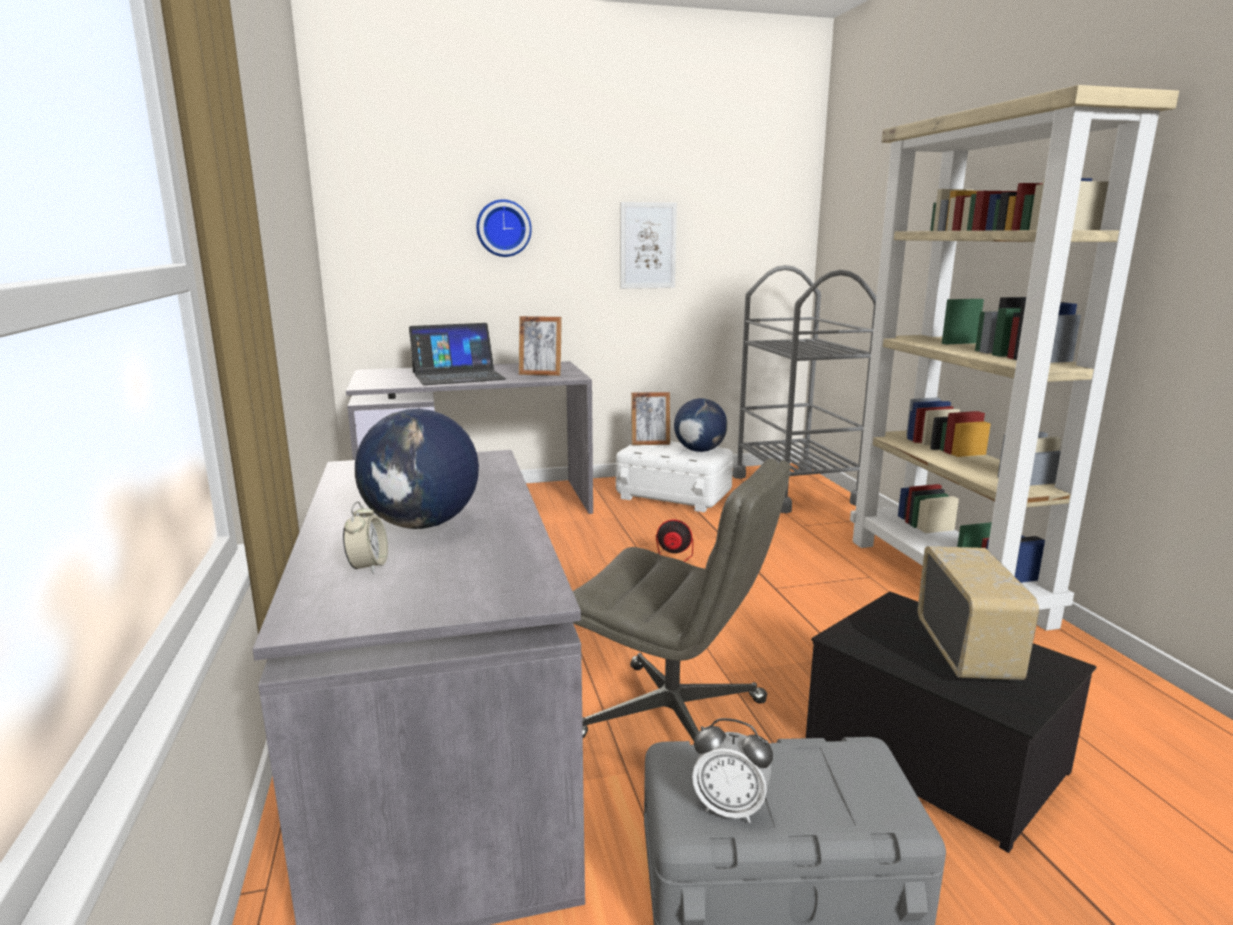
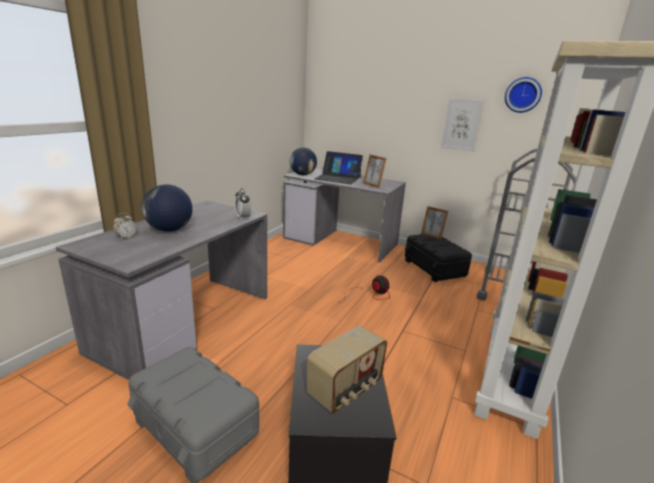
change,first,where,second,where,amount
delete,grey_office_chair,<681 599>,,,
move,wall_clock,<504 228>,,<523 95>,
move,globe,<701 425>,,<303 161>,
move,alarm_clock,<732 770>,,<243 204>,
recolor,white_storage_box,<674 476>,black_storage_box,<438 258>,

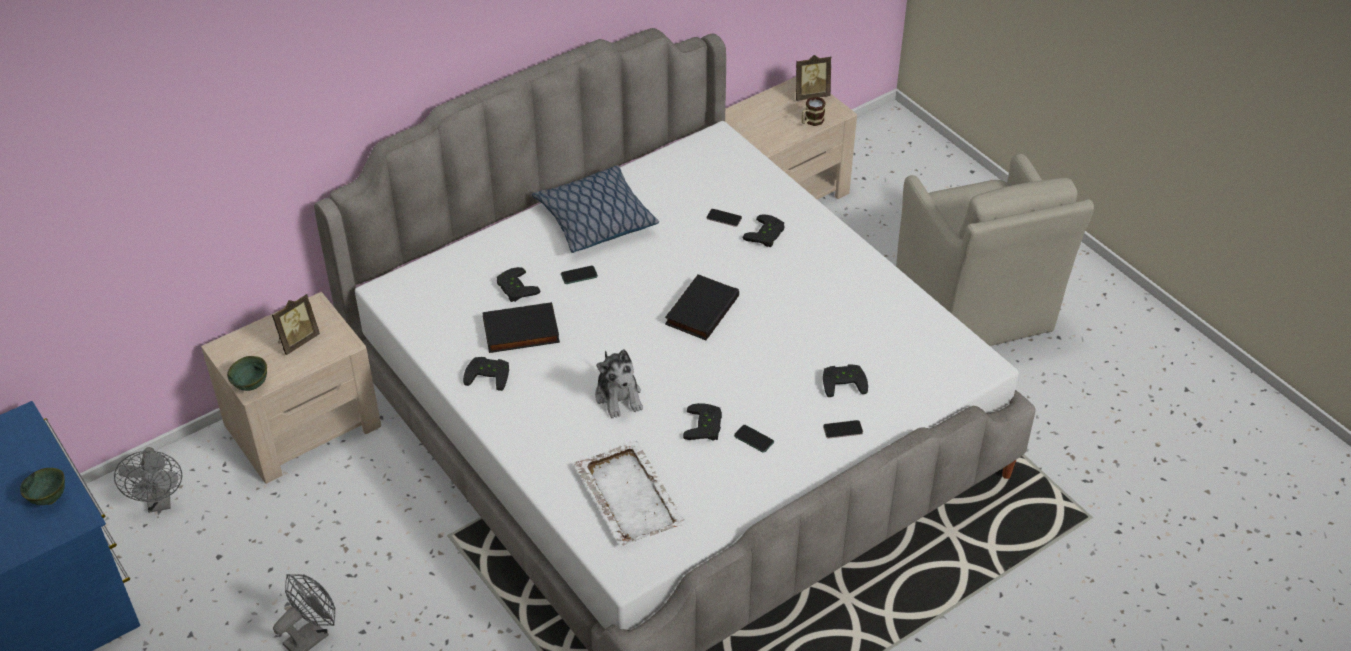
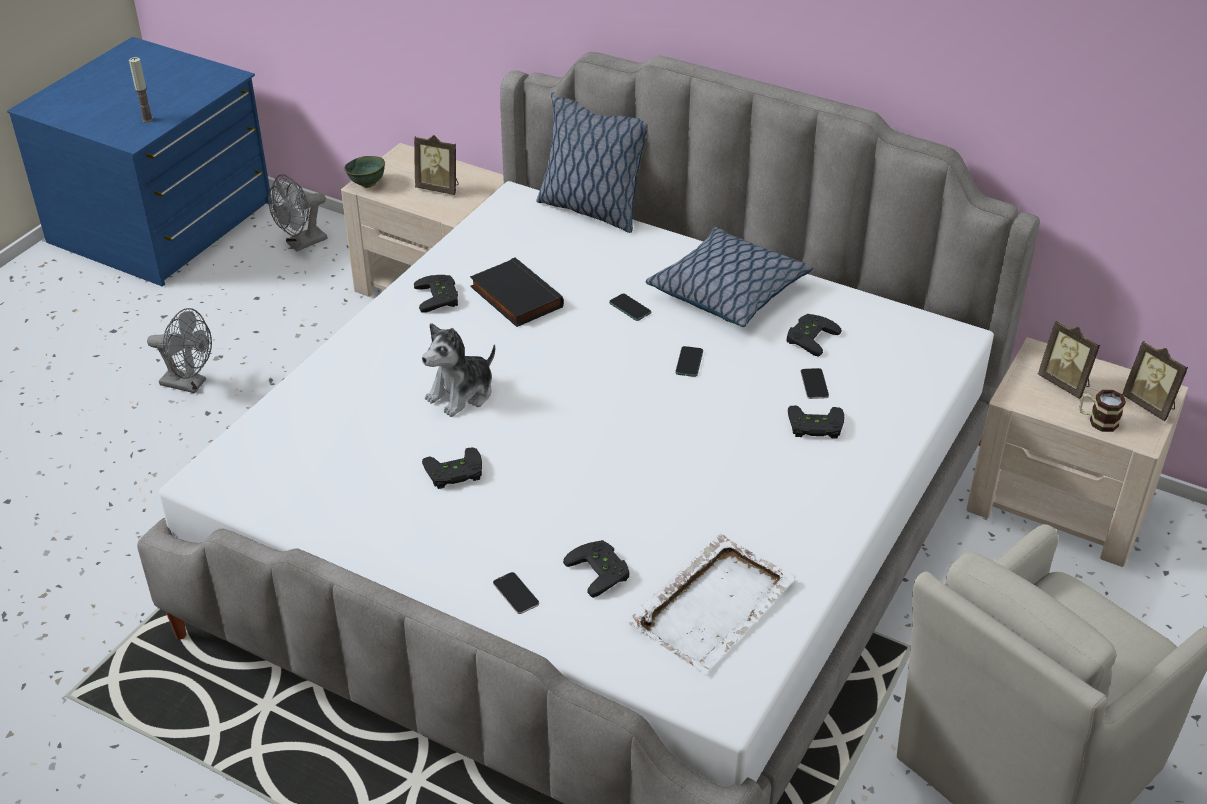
change,first,where,second,where,amount
delete,black_book,<702 307>,,,
insert,,,pillow,<592 162>,
insert,,,picture_frame,<1069 360>,
move,black_game_controller,<518 284>,,<814 335>,
move,white_tray,<630 493>,,<711 604>,
move,phone,<754 439>,,<689 361>,
replace,green_bowl,<42 486>,candle,<141 89>,

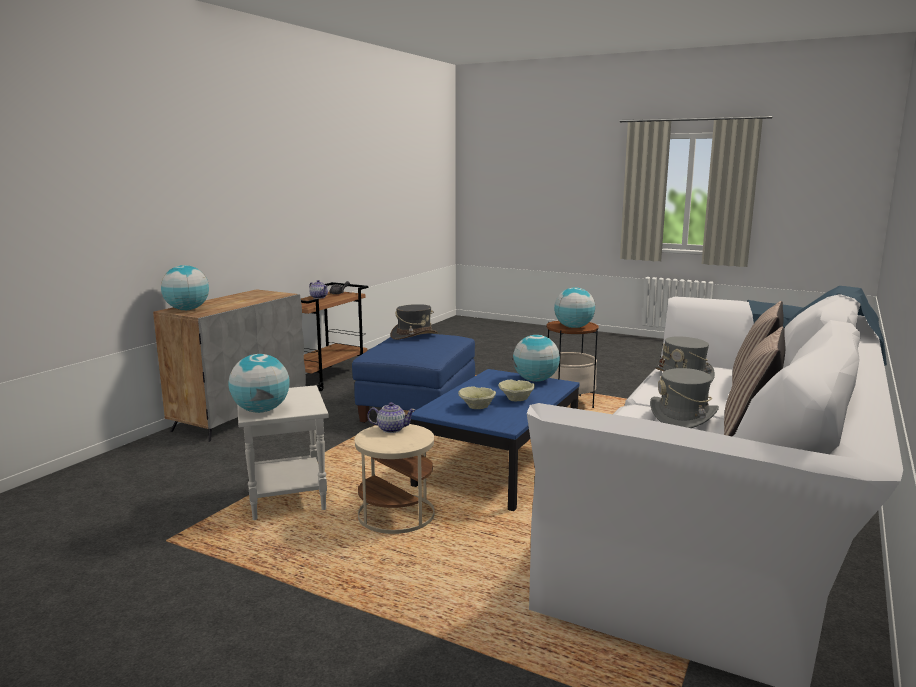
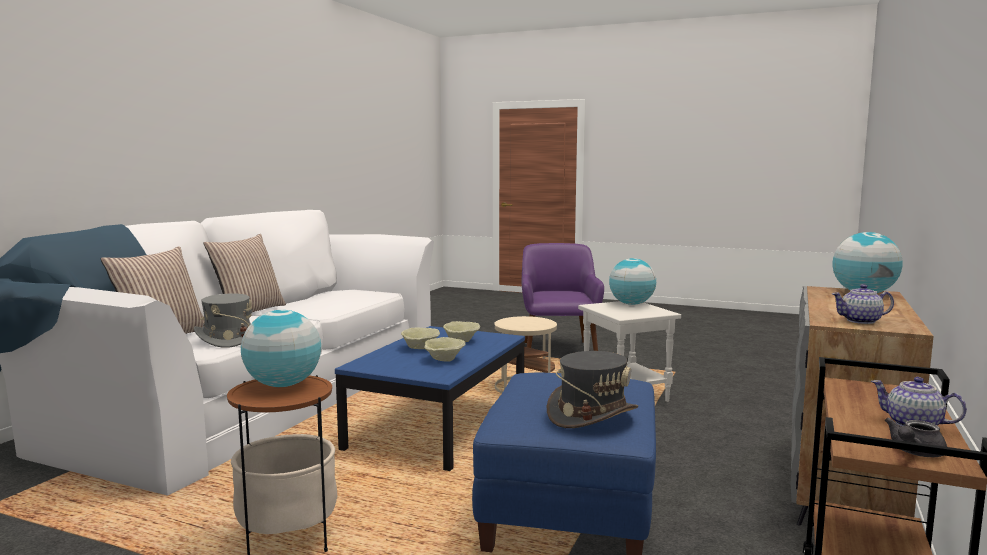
change,first,where,second,where,amount
delete,globe,<536 358>,,,
delete,grey_hat,<684 398>,,,
insert,,,beige_bowl,<445 349>,
insert,,,purple_armchair,<562 297>,
move,teapot,<391 417>,,<863 304>,

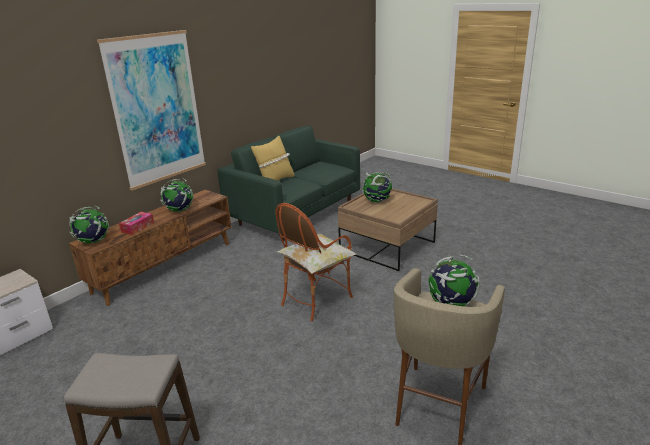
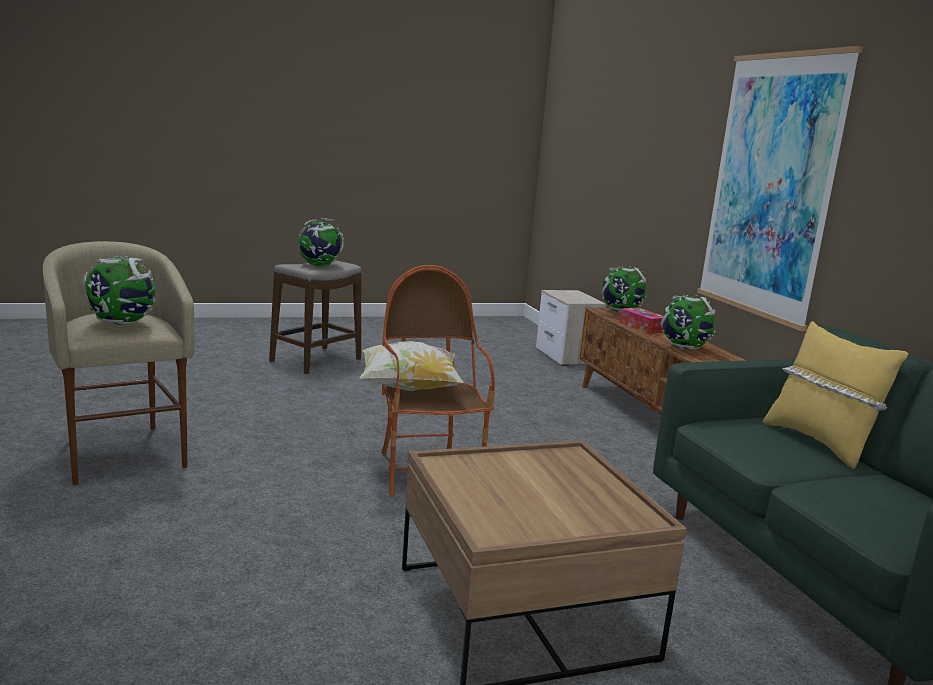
change,first,where,second,where,amount
move,globe,<377 187>,,<321 242>,

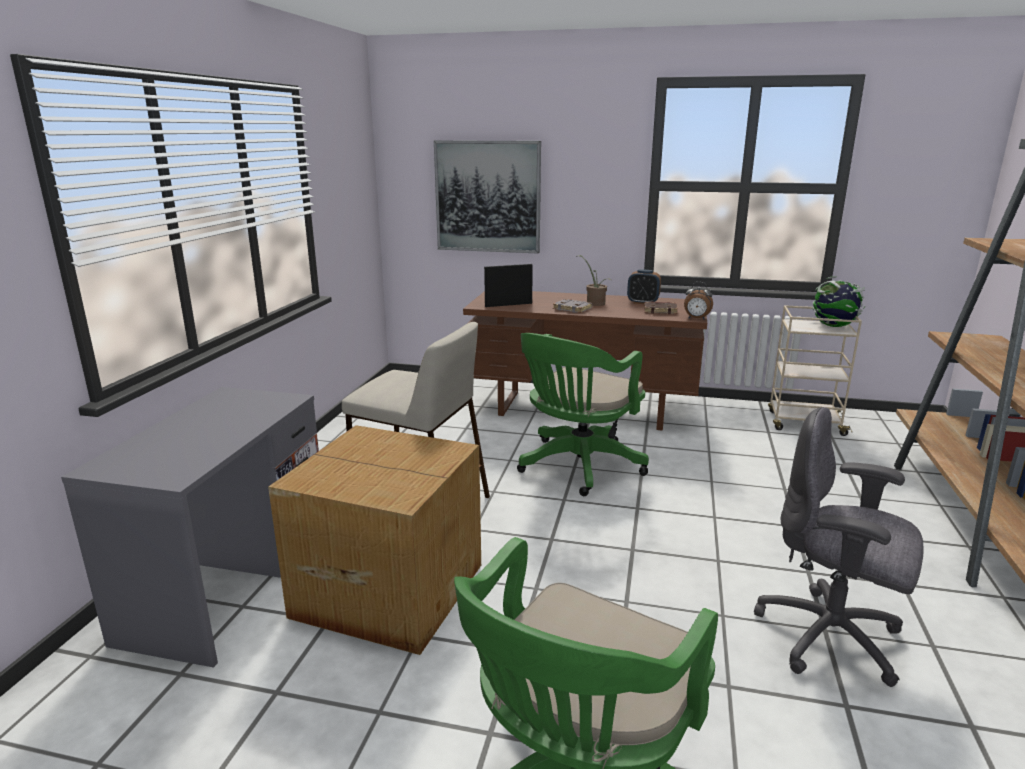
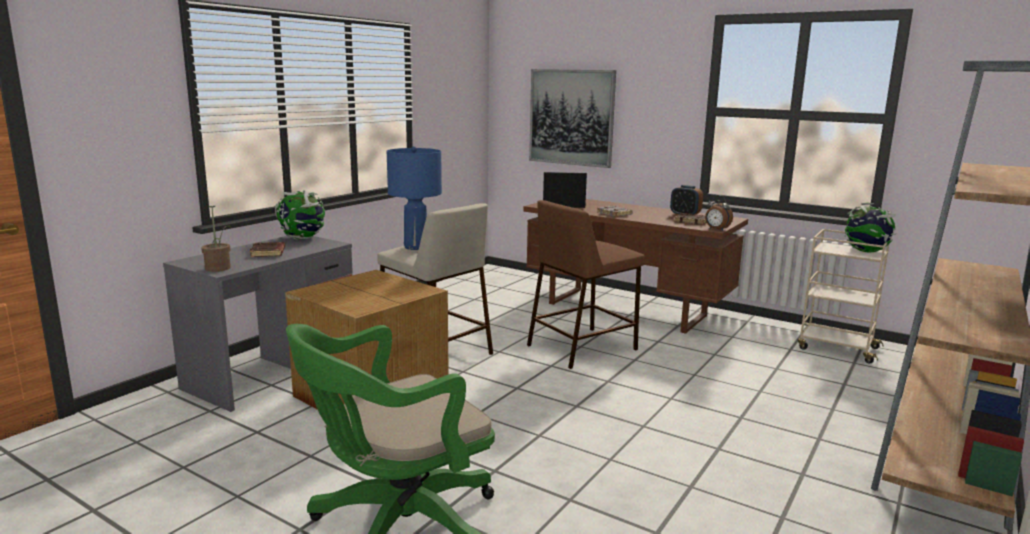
change,first,where,second,where,amount
delete,grey_office_chair,<839 547>,,,
insert,,,brown_book,<267 249>,
insert,,,globe,<300 215>,
insert,,,blue_table_lamp,<414 198>,
move,potted_plant,<593 280>,,<216 239>,
replace,green_office_chair,<583 414>,brown_stool,<586 284>,

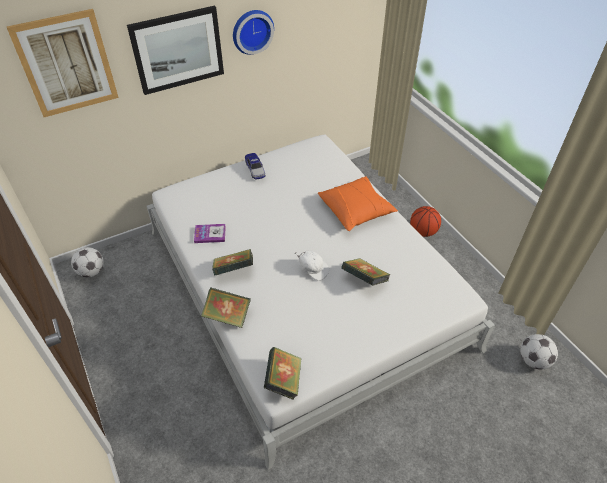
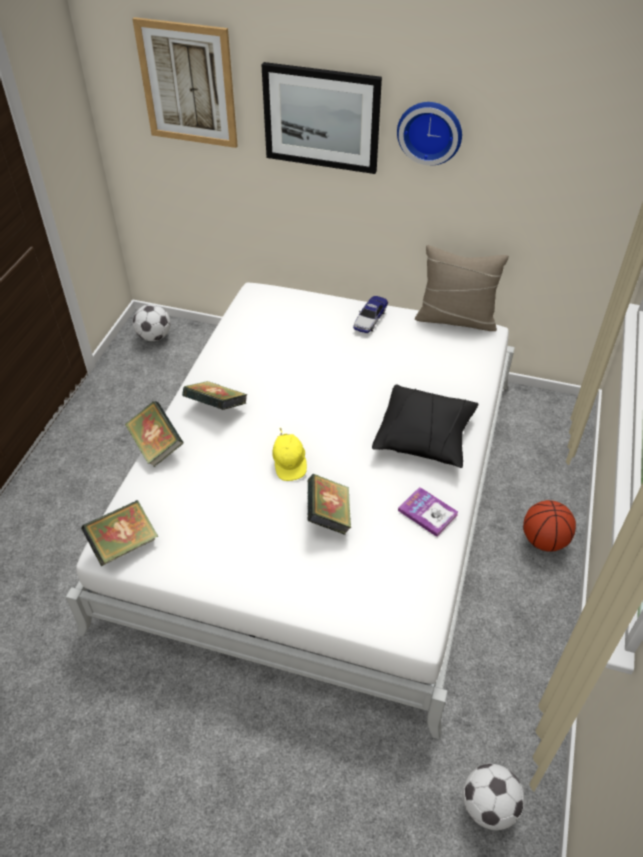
change,first,where,second,where,amount
insert,,,beige_pillow,<462 288>,
move,book,<210 233>,,<428 512>,
recolor,white_cap,<311 266>,yellow_cap,<289 454>,
recolor,orange_pillow,<358 203>,black_pillow,<425 426>,

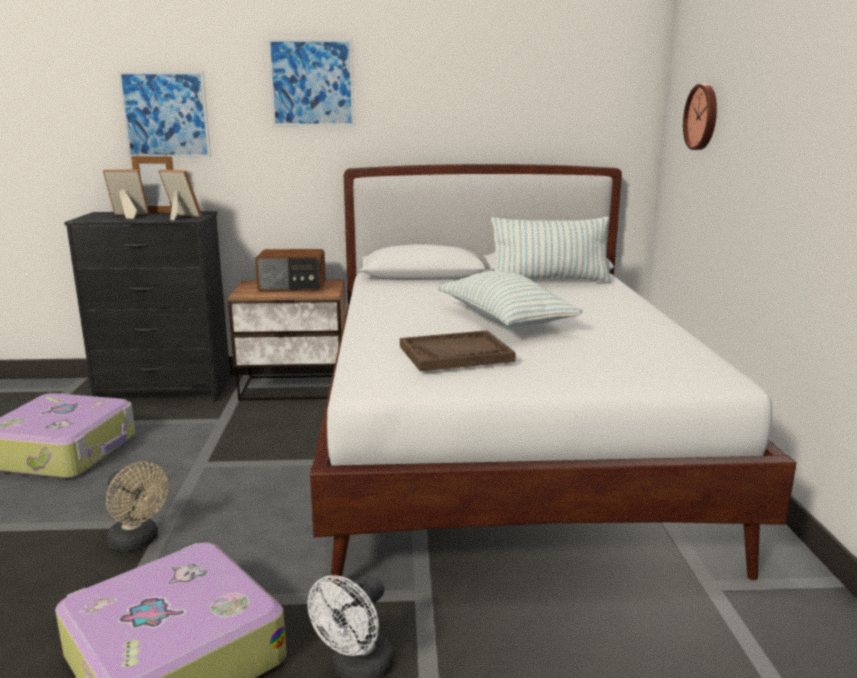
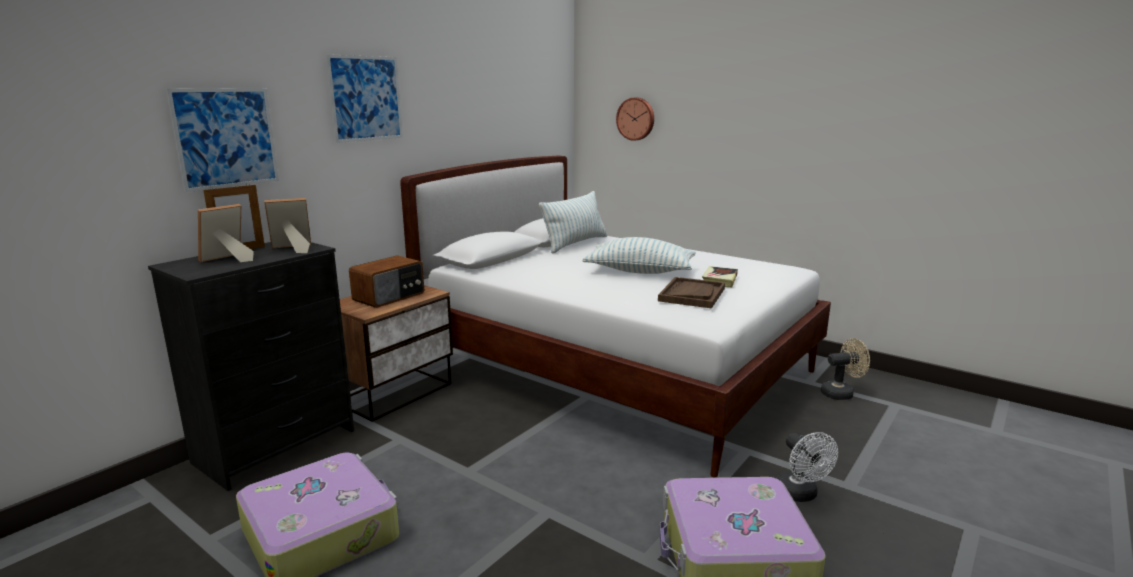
change,first,where,second,where,amount
insert,,,book,<720 276>,
move,beige_fan,<137 506>,,<845 369>,

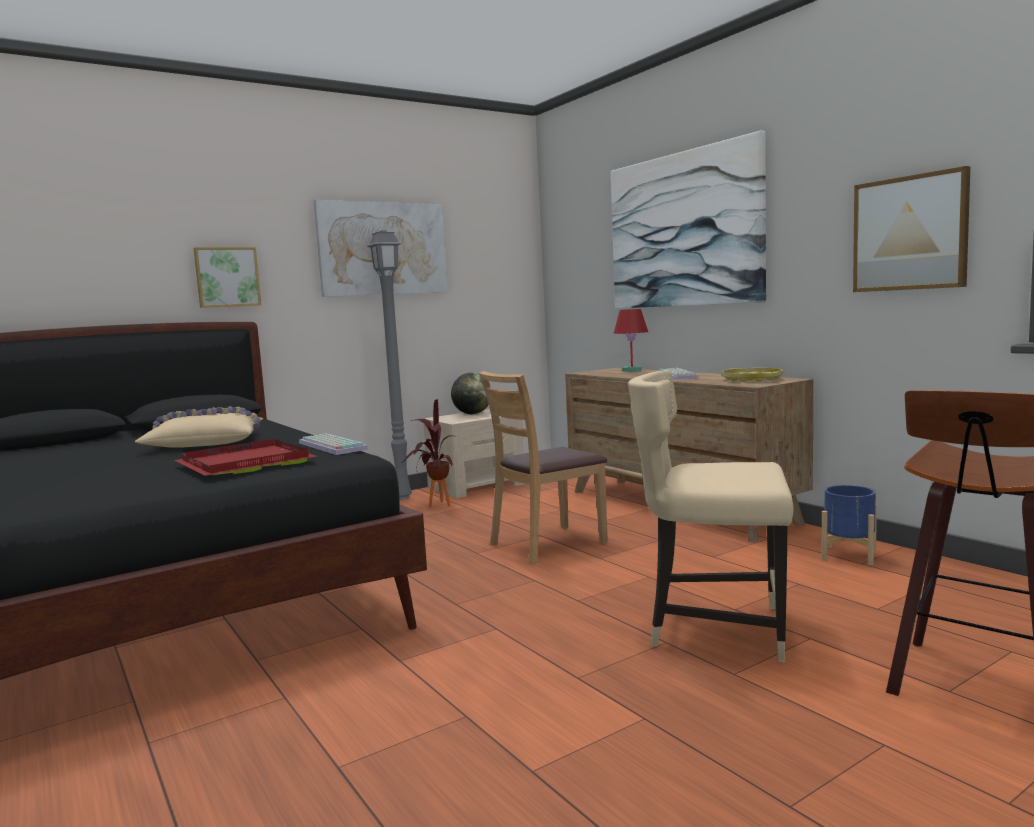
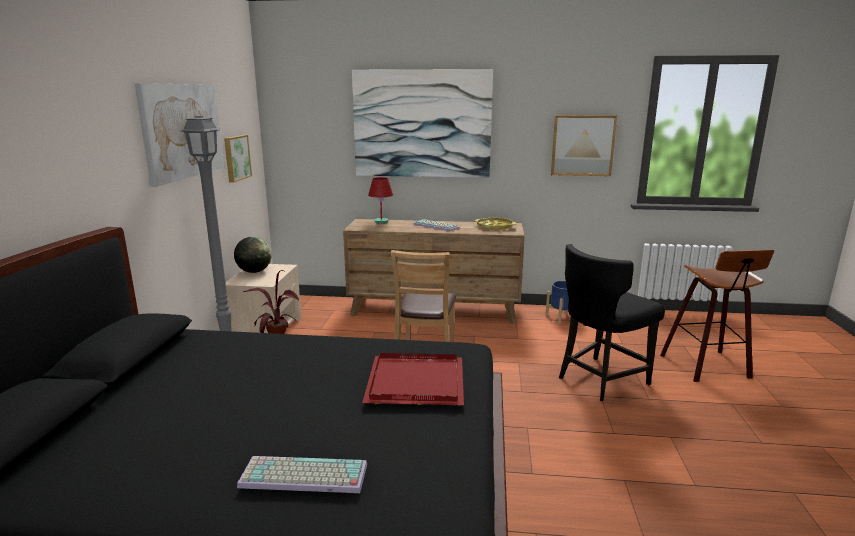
change,first,where,second,where,amount
delete,beige_pillow,<199 427>,,,
move,picture,<227 277>,,<238 159>,
move,keyboard,<333 444>,,<302 474>,
recolor,beige_chair,<710 516>,black_chair,<612 323>,

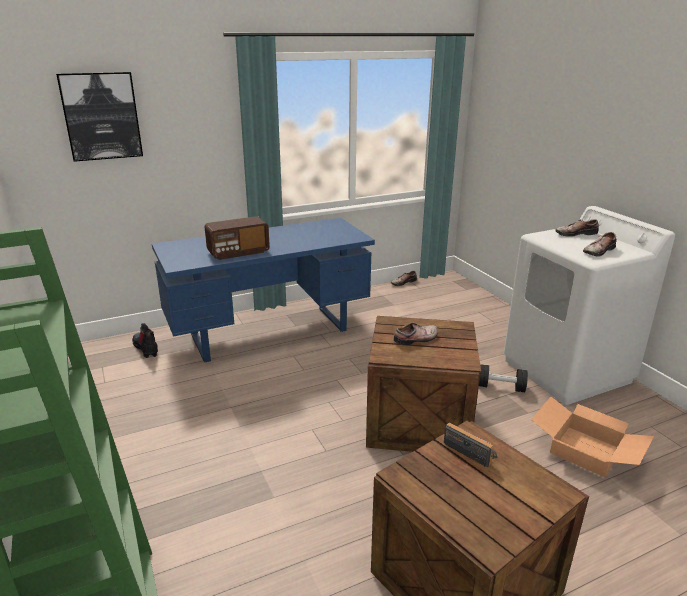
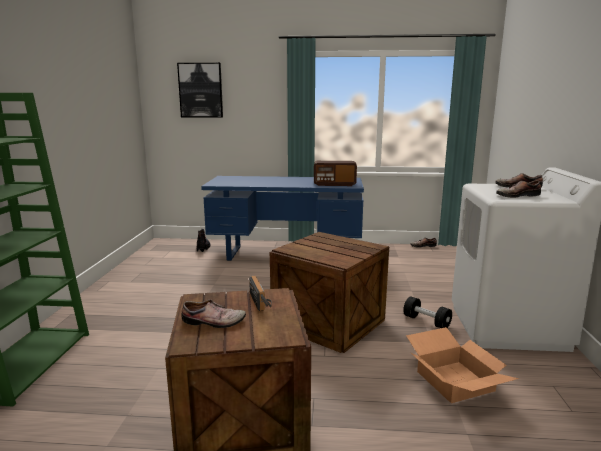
change,first,where,second,where,amount
move,radio,<237 238>,,<335 173>,
move,shoe,<416 334>,,<213 313>,

